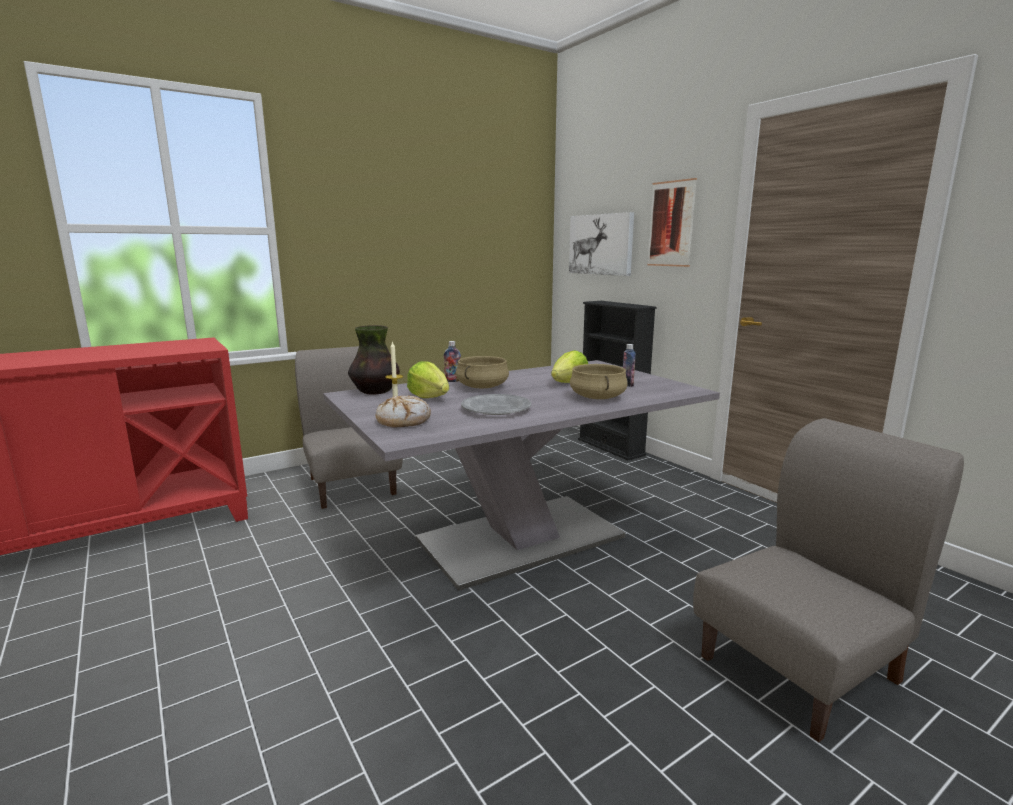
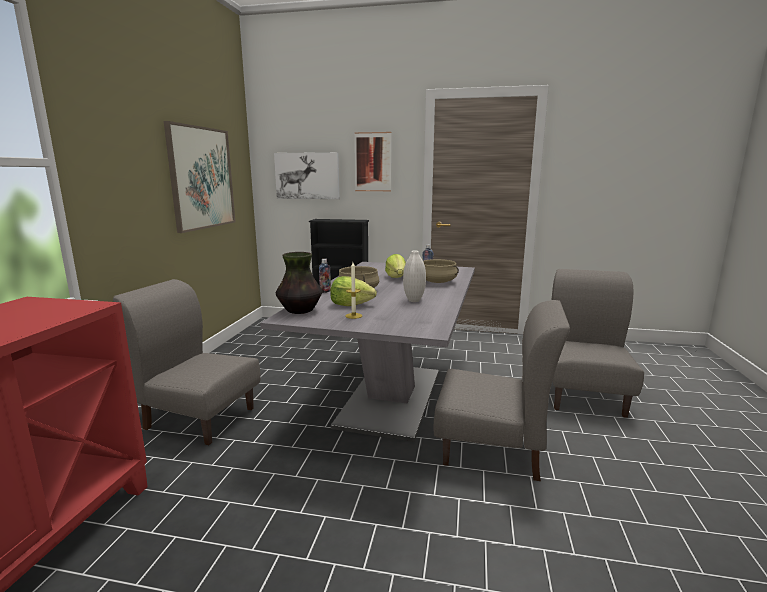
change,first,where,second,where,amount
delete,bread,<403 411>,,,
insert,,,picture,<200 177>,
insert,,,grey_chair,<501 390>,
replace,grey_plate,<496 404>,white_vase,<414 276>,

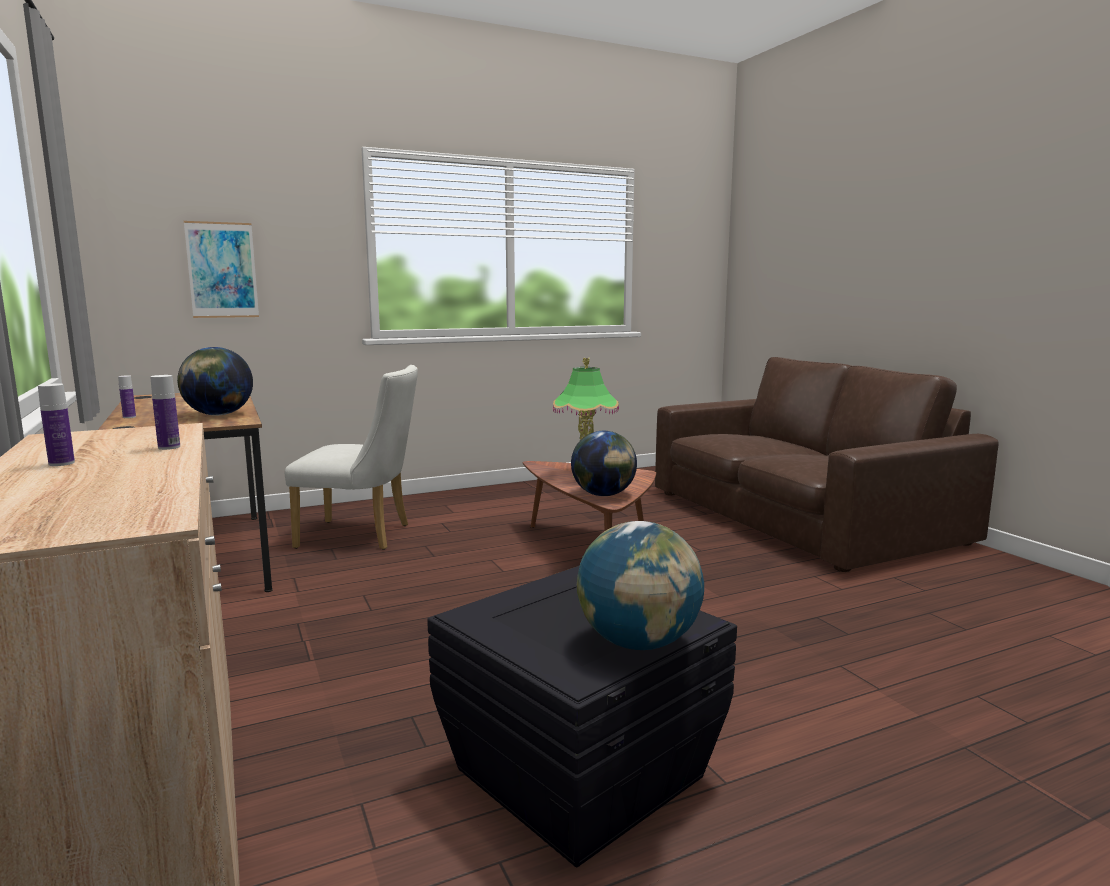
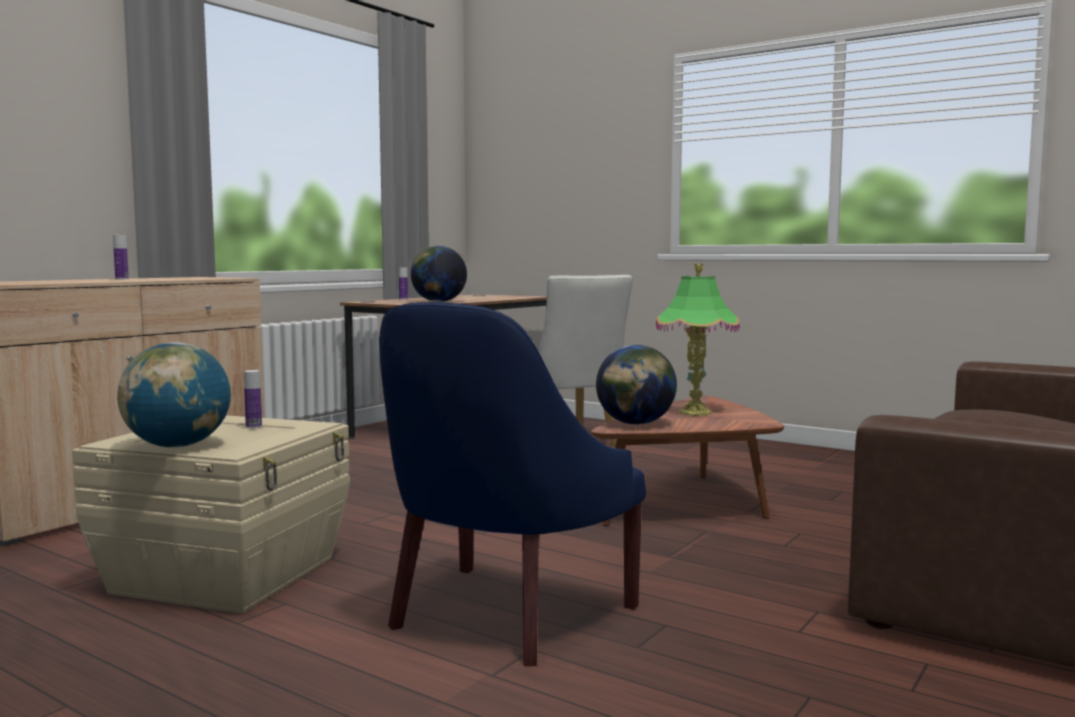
change,first,where,second,where,amount
delete,picture,<221 269>,,,
insert,,,blue_armchair,<512 484>,
move,bottle,<165 412>,,<253 399>,
recolor,black_storage_box,<582 716>,beige_storage_box,<211 514>,

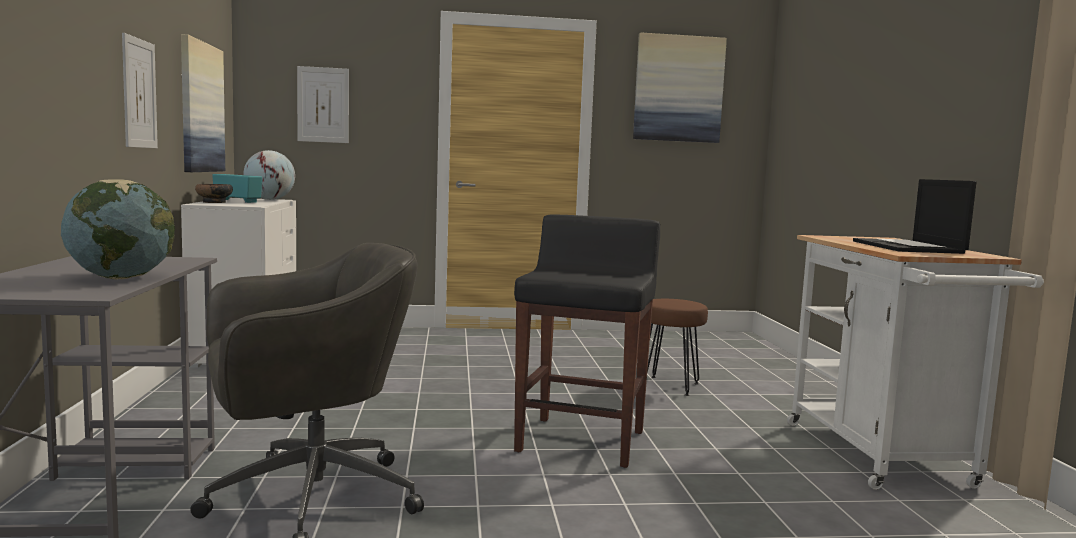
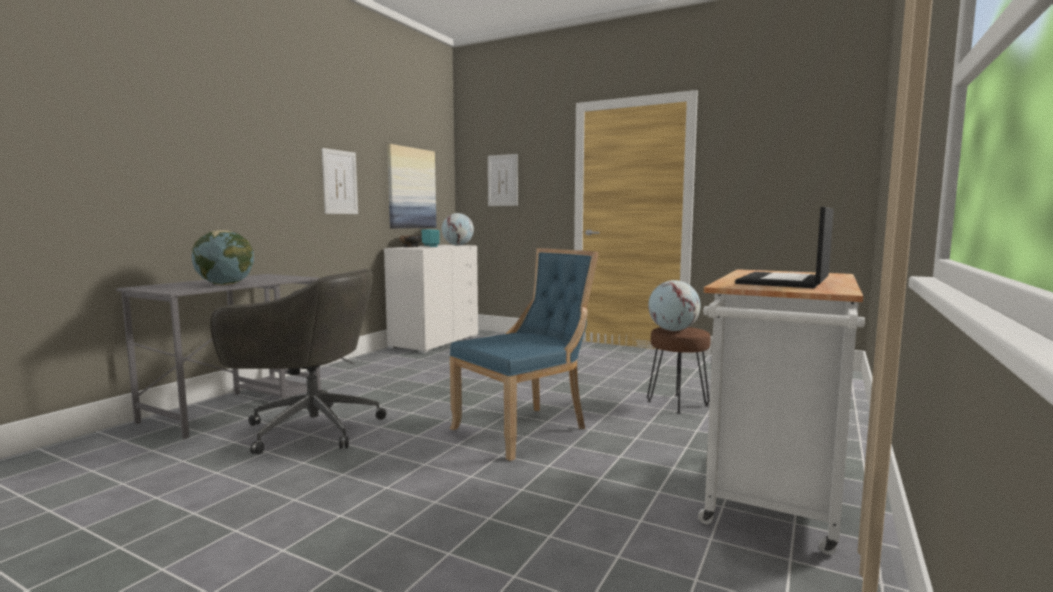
change,first,where,second,where,amount
delete,picture,<680 88>,,,
insert,,,globe,<674 305>,
replace,black_stool,<587 341>,blue_chair,<524 354>,

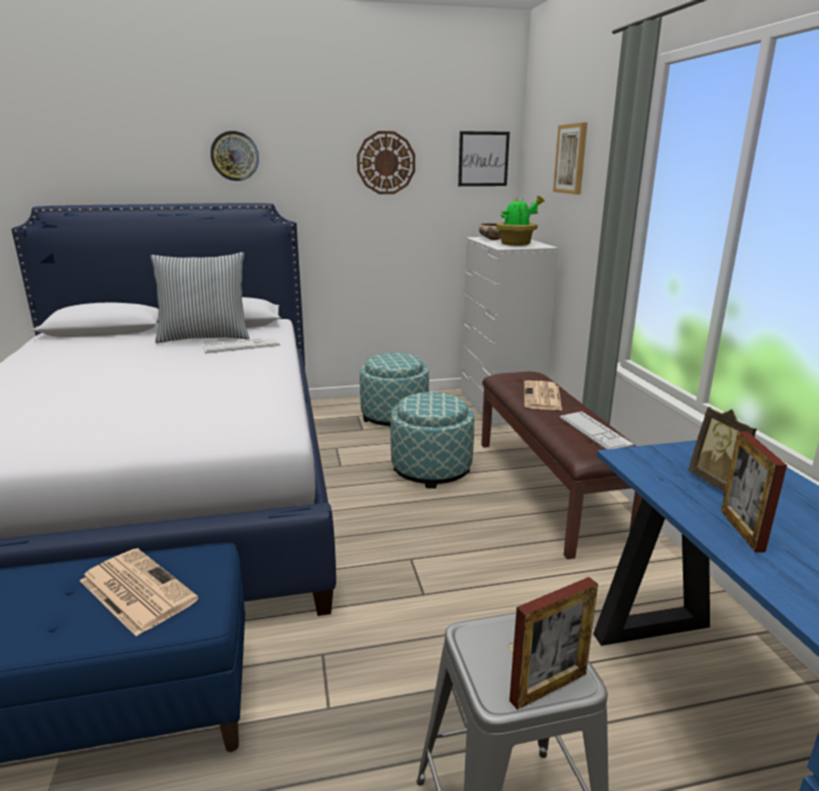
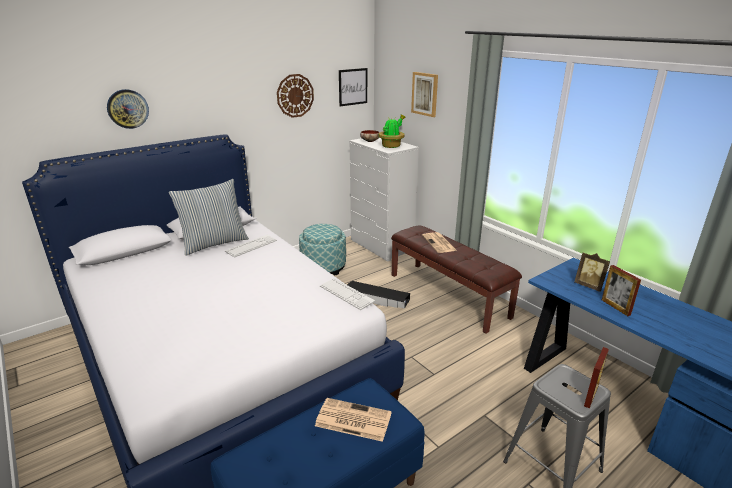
change,first,where,second,where,amount
move,wall_clock,<234 156>,,<128 109>,
move,keyboard,<596 430>,,<347 294>,
replace,ottoman,<432 440>,black_storage_box,<378 295>,

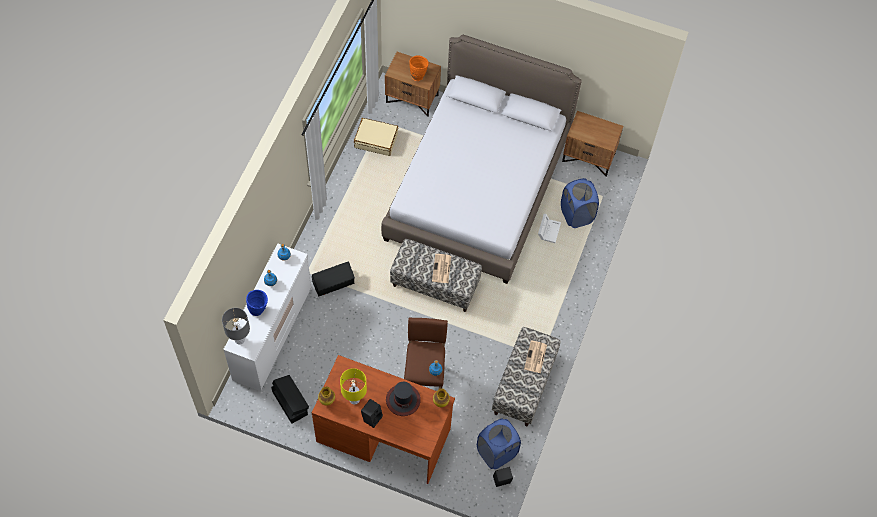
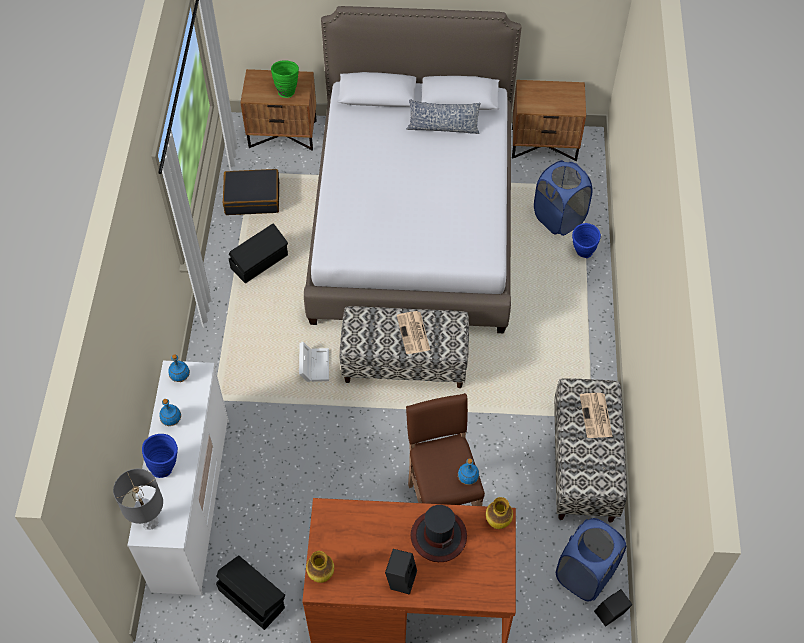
change,first,where,second,where,amount
delete,yellow_table_lamp,<353 386>,,,
insert,,,pillow,<443 117>,
insert,,,blue_vase,<586 240>,
move,black_storage_box,<333 278>,,<258 253>,
move,white_storage_box,<549 228>,,<314 362>,
recolor,beige_suitcase,<376 137>,black_suitcase,<251 192>,
recolor,orange_vase,<419 68>,green_vase,<285 79>,

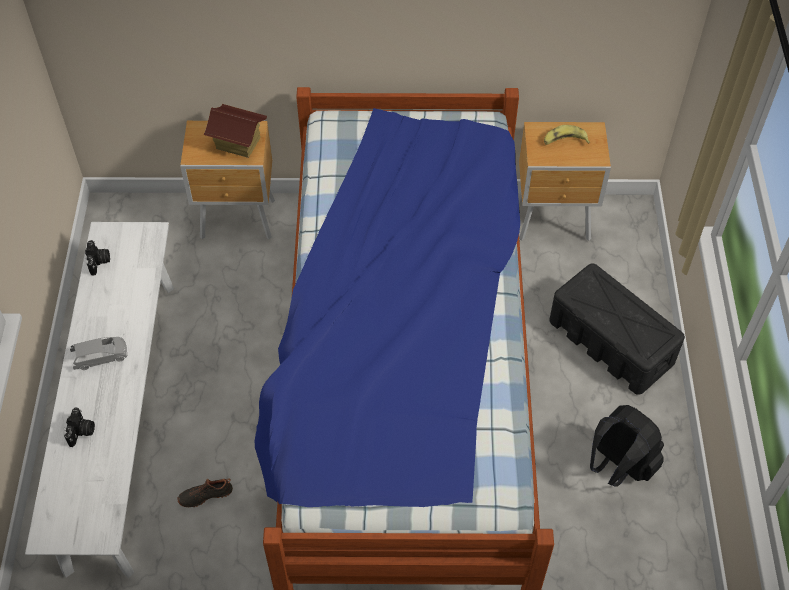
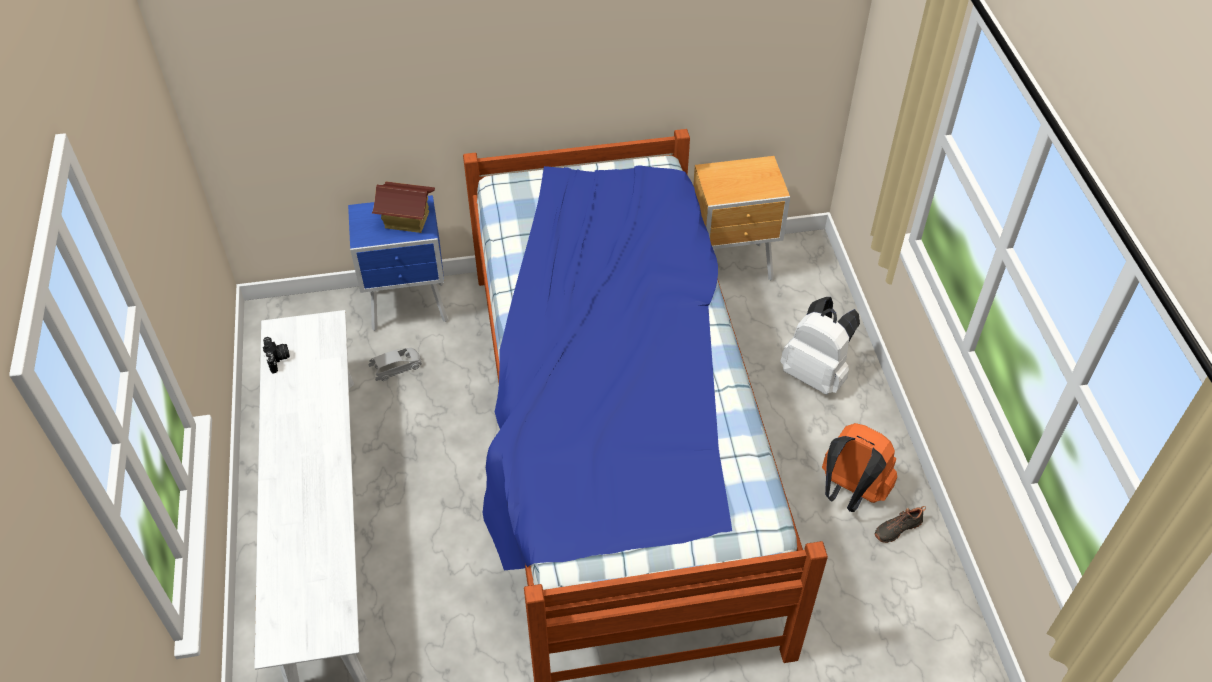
change,first,where,second,where,amount
delete,photo_camera,<79 427>,,,
delete,banana,<567 135>,,,
move,grey_toy_car,<99 353>,,<395 364>,
move,black_shoe,<205 493>,,<900 524>,
replace,black_storage_box,<617 329>,white_backpack,<820 346>,
recolor,brown_nightstand,<227 180>,blue_nightstand,<398 263>,
recolor,black_backpack,<627 446>,orange_backpack,<859 467>,

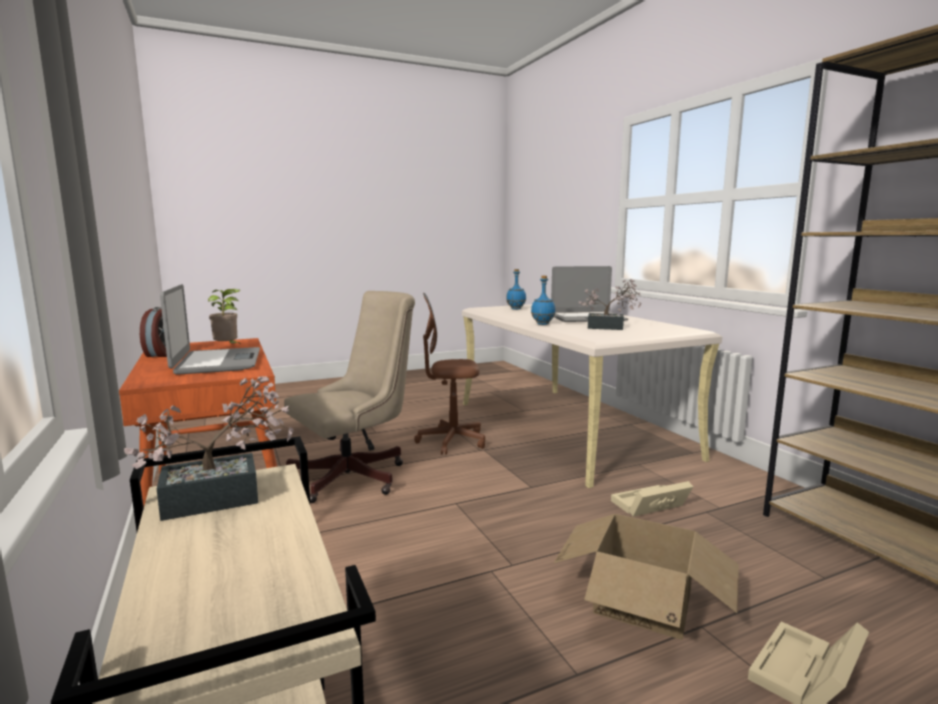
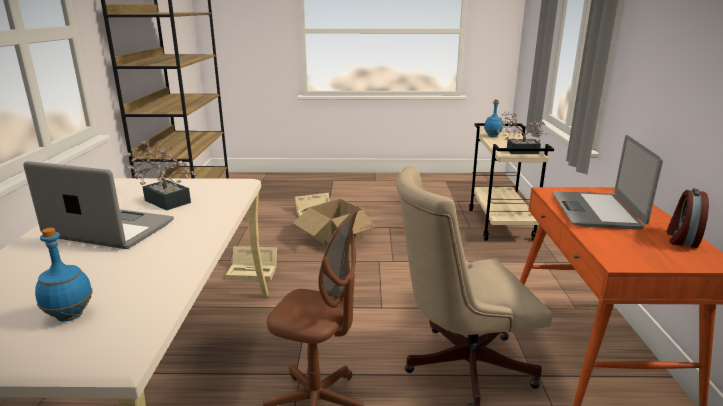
change,first,where,second,where,amount
delete,potted_plant,<225 317>,,,
move,blue_bottle,<543 300>,,<493 118>,

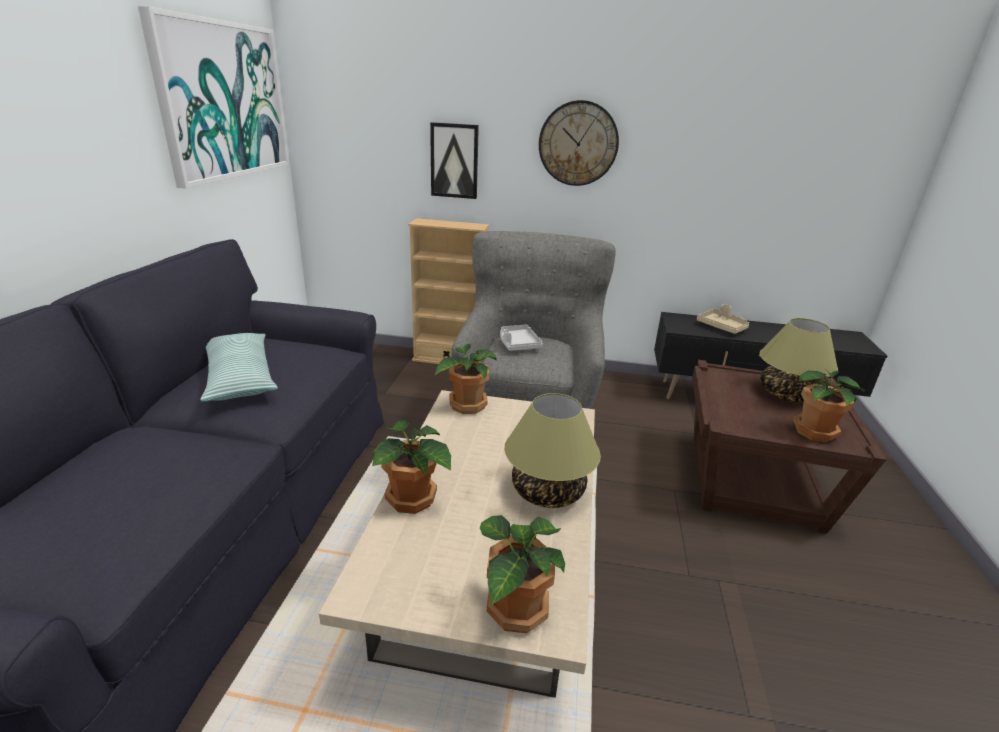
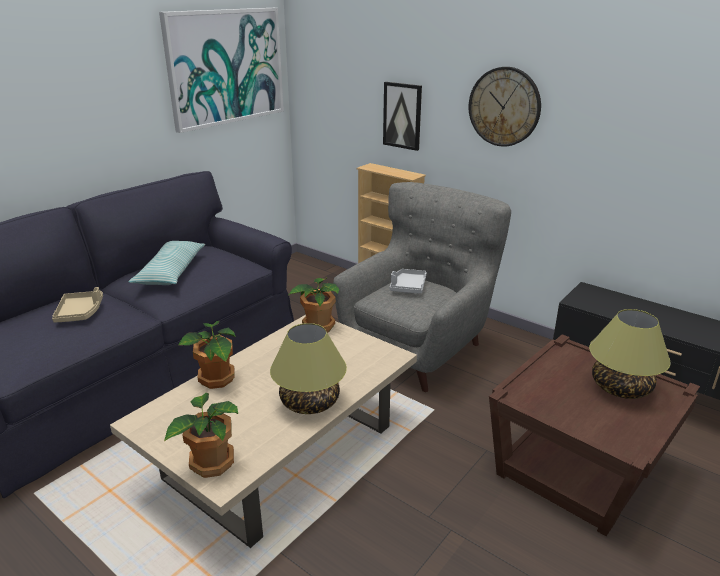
change,first,where,second,where,amount
delete,potted_plant,<829 406>,,,
move,beige_tray,<723 319>,,<77 305>,

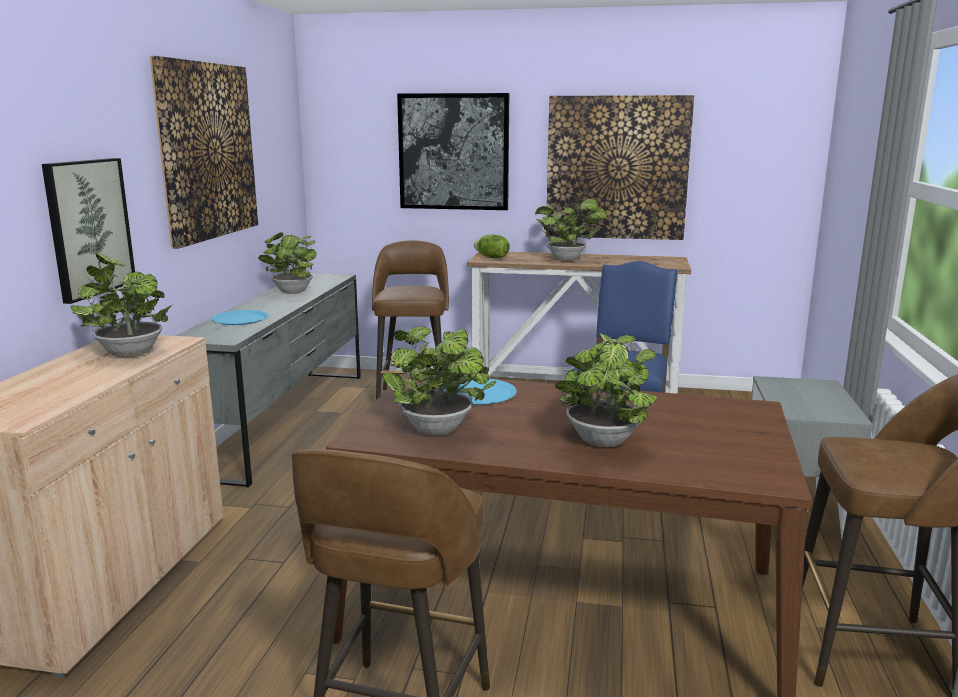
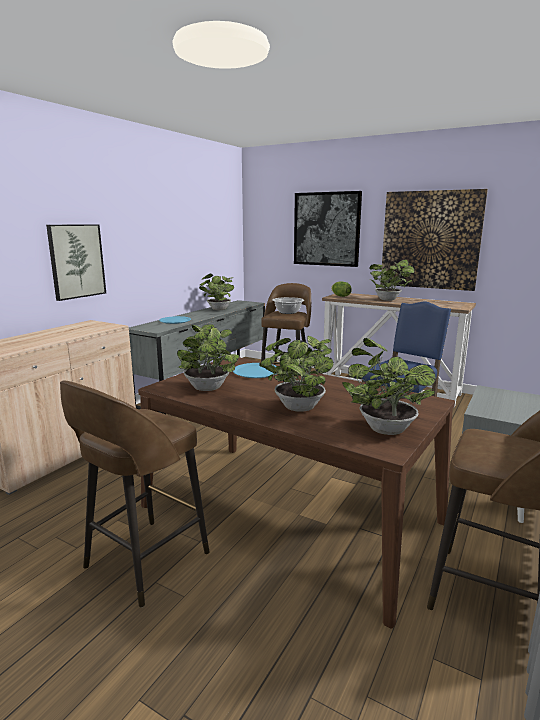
change,first,where,second,where,amount
delete,picture,<203 152>,,,
insert,,,cooking_pot,<288 305>,
move,potted_plant,<122 305>,,<388 386>,

